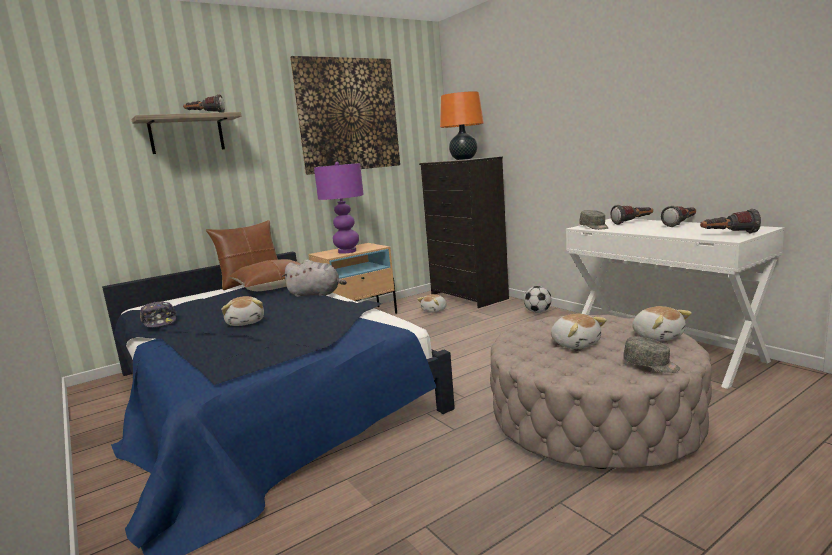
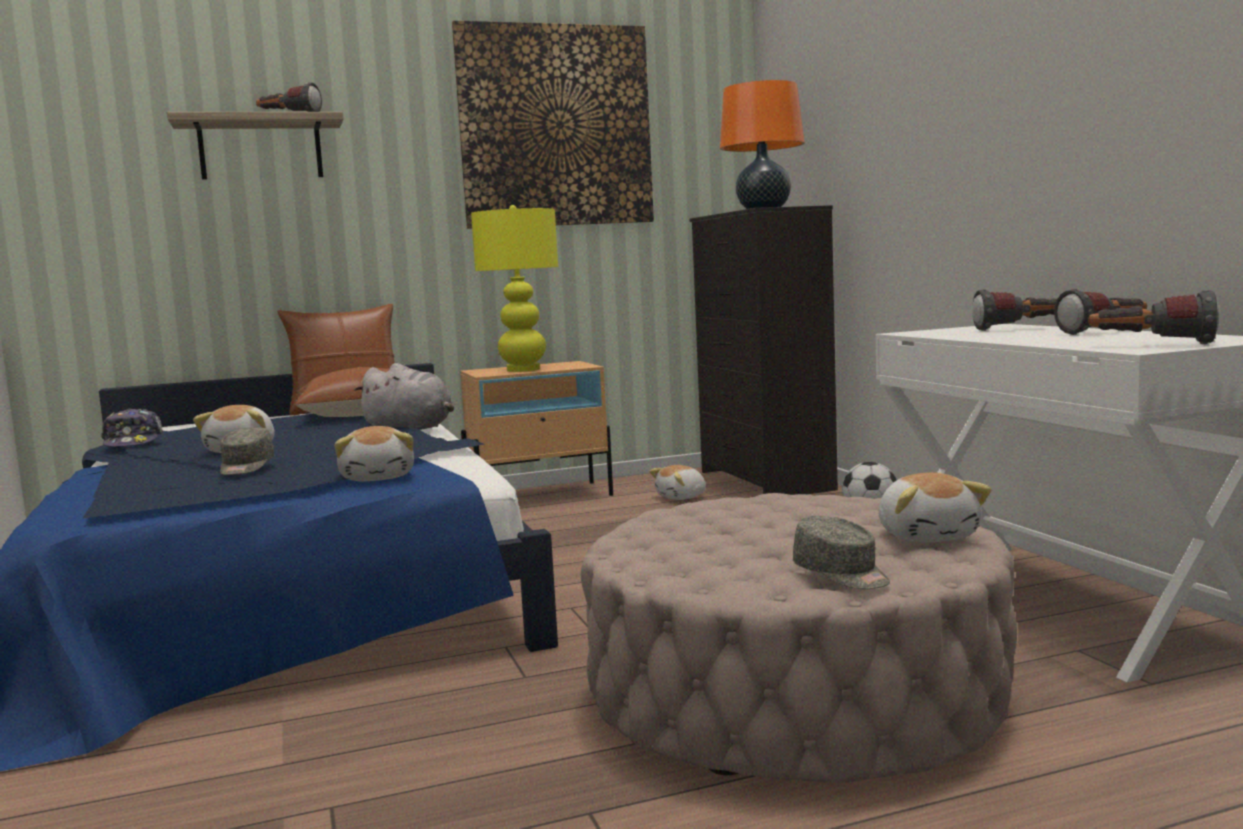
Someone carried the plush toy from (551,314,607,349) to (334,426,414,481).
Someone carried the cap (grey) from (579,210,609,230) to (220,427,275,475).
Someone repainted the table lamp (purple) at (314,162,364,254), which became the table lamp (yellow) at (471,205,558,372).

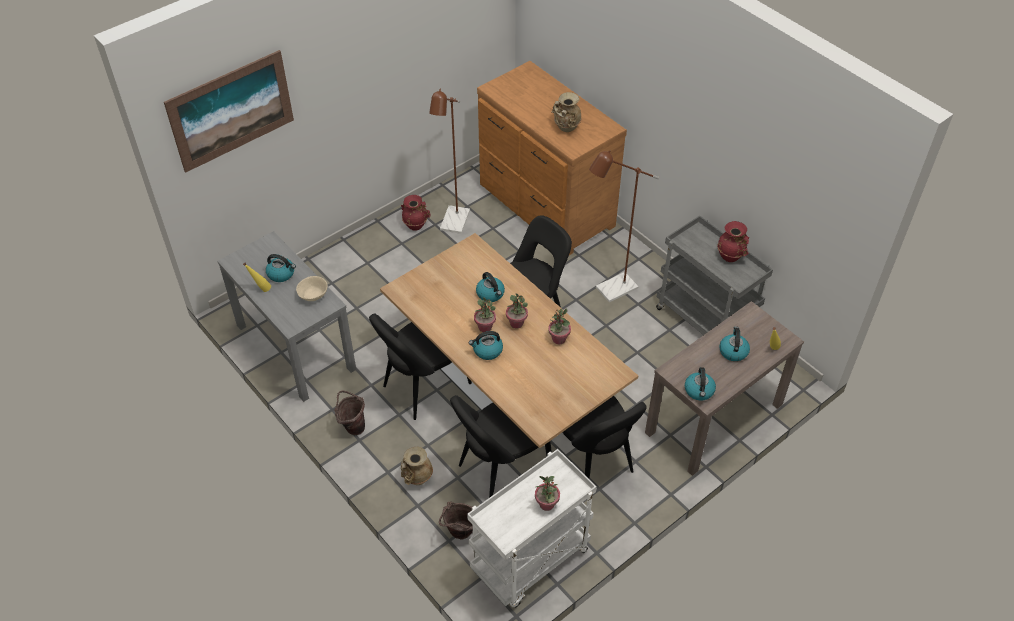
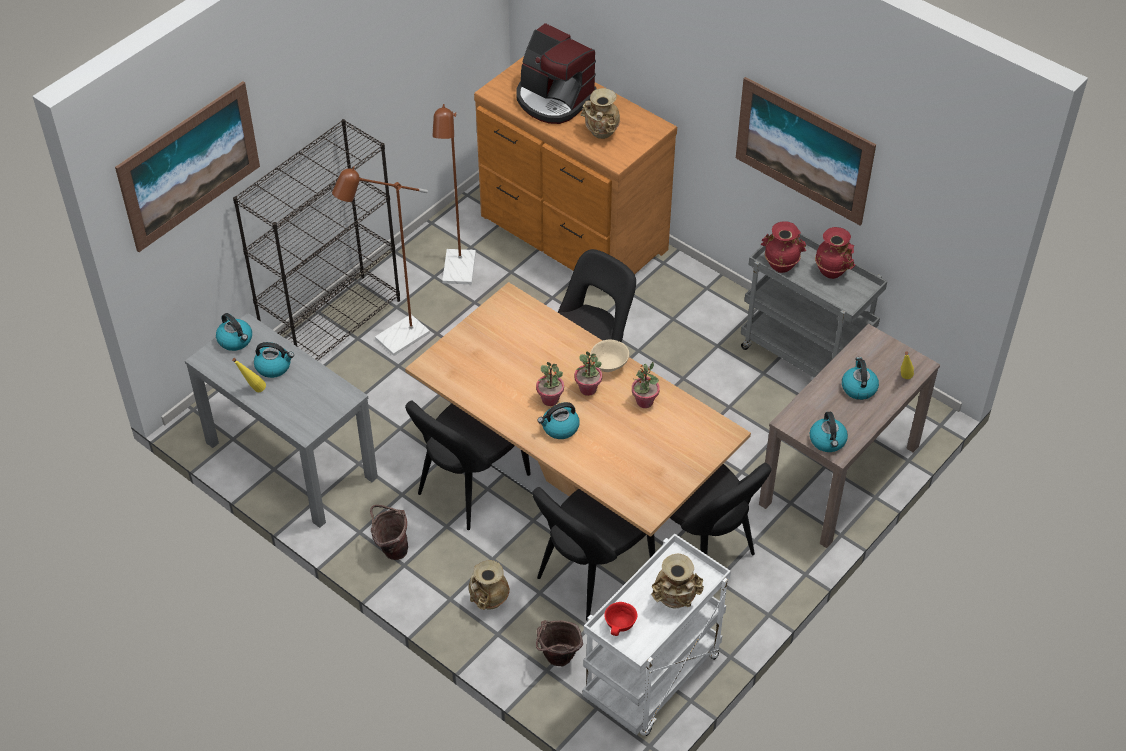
Someone put down the bookcase (black) at (233,119,400,361).
Someone put down the coffee machine at (517,23,597,124).
Someone put down the bowl (red) at (604,602,638,636).
Someone put up the picture at (736,77,876,225).
Someone carried the bowl (beige) from (296,276,328,301) to (590,339,629,372).
Someone carried the vase (red) from (401,195,430,231) to (761,221,806,273).
Someone carried the kettle from (476,272,505,302) to (216,313,252,351).
Someone carried the floor lamp (brown) from (589,150,659,302) to (332,166,430,356).
Someone swapped the potted plant at (535,476,560,511) for the vase (beige) at (651,554,704,609).

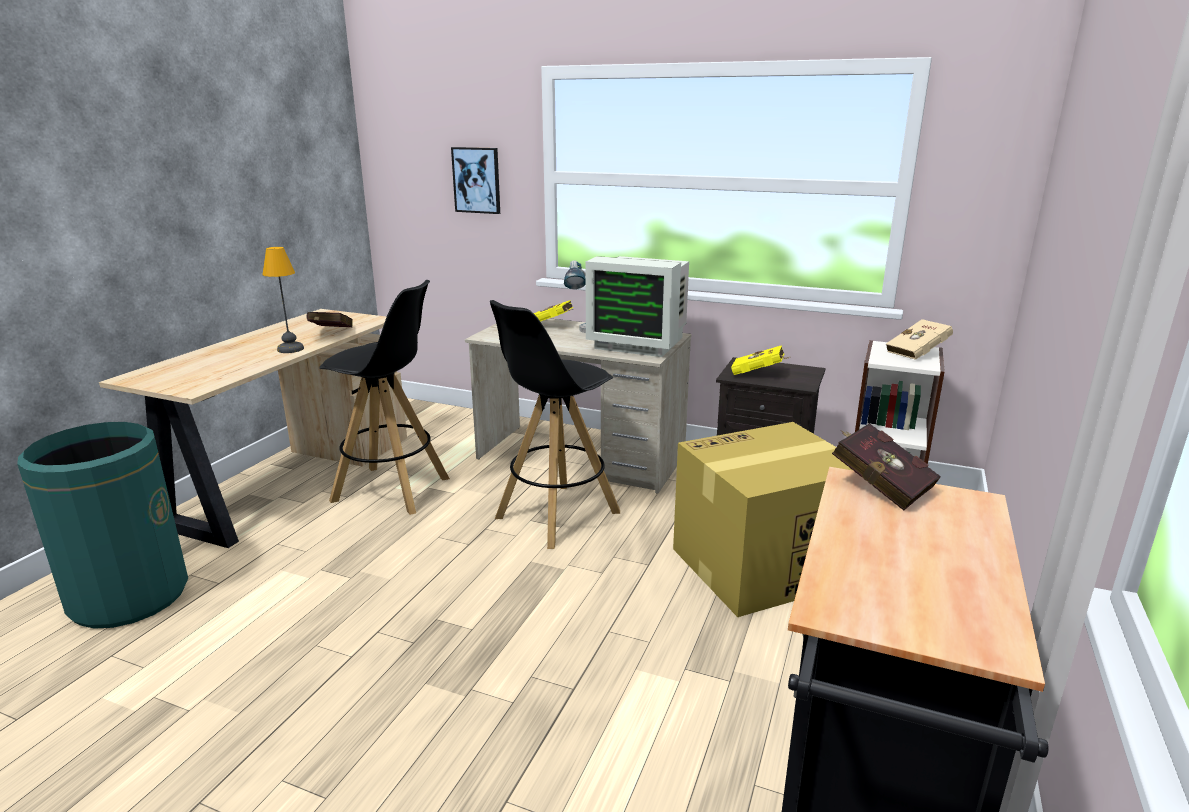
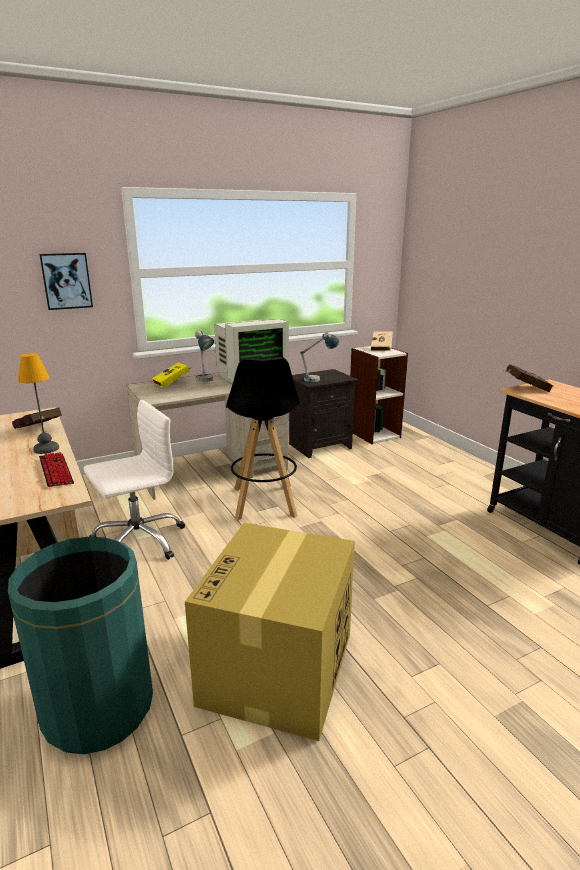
Someone put down the keyboard at (39,452,74,487).
Someone carried the cardboard box from (673,422,852,617) to (185,523,355,741).
Someone swapped the stool (black) at (319,280,450,515) for the office chair (white) at (84,400,185,560).
Someone swapped the book (yellow) at (731,345,789,375) for the table lamp at (300,332,339,382).

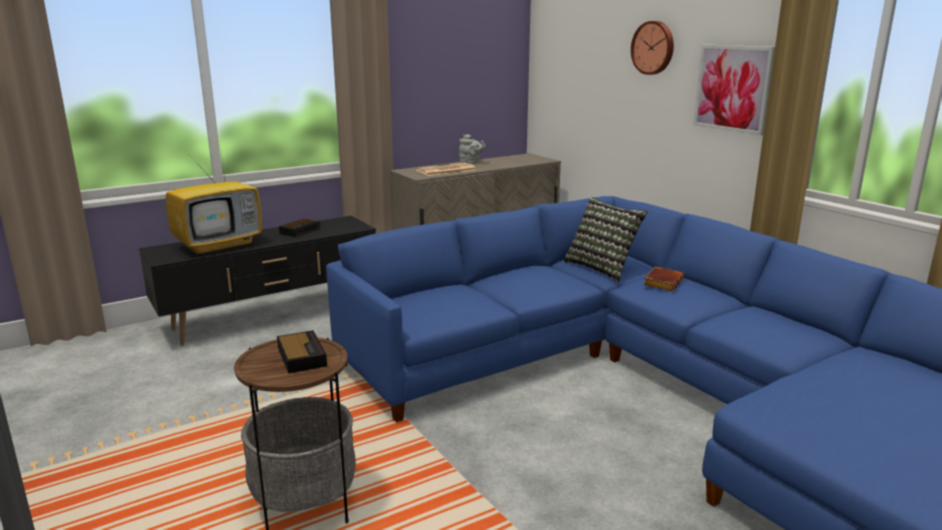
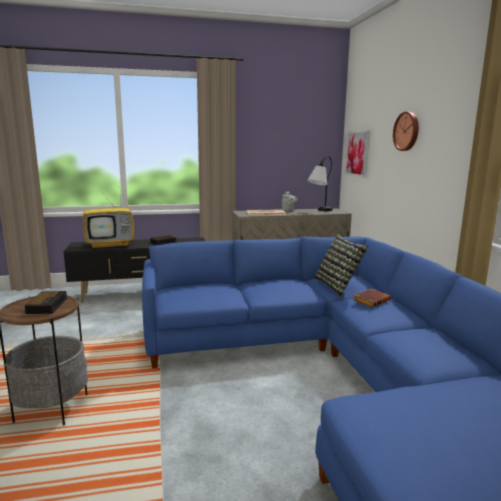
Someone put down the table lamp at (307,156,333,211).
Someone carried the picture from (693,45,775,136) to (345,130,370,178).

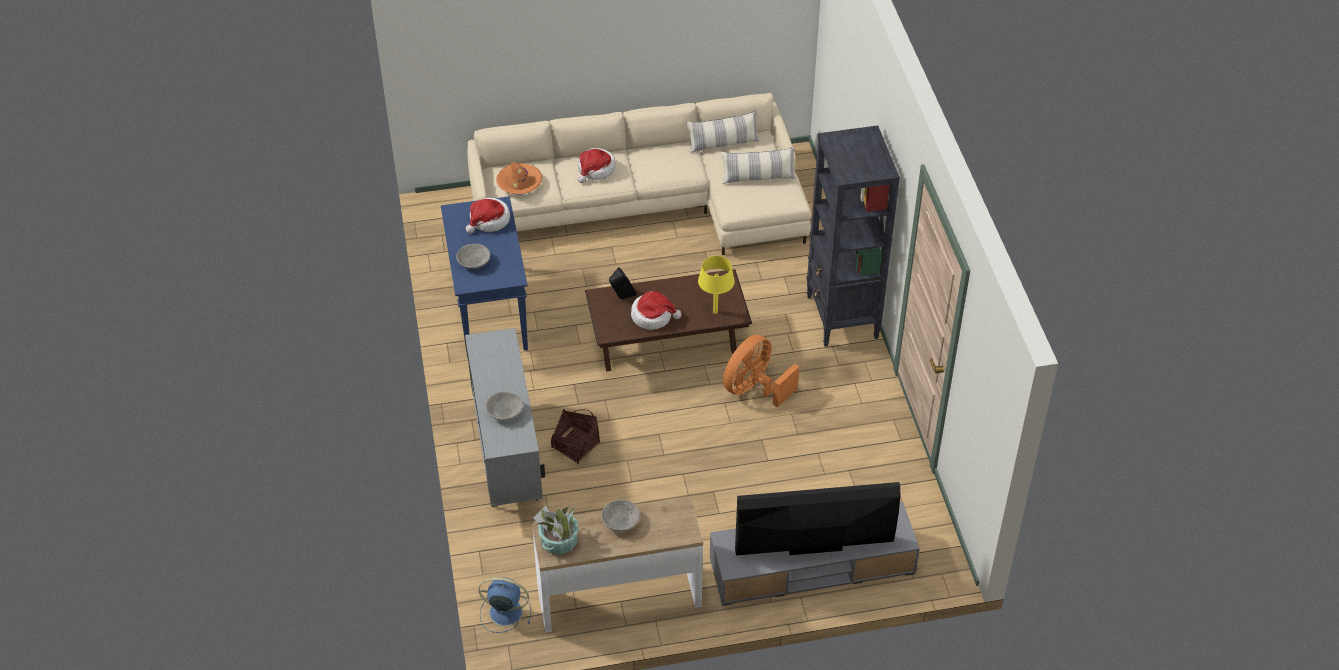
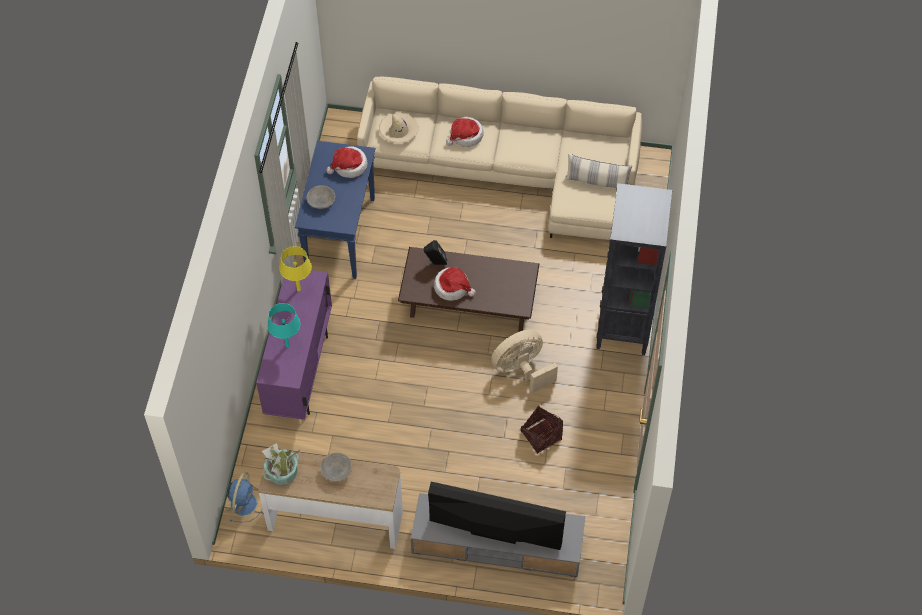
Someone took away the pillow at (687,110,759,153).
Someone carried the basket from (551,409,600,464) to (521,405,563,454).
Someone carried the table lamp (yellow) from (698,256,735,314) to (279,246,312,291).
Someone swapped the bowl (grey) at (486,392,523,421) for the table lamp (turquoise) at (267,303,300,348).
Someone repainted the cabinet (grey) at (465,328,545,507), which became the cabinet (purple) at (256,270,332,420).
Someone repainted the hat (orange) at (496,162,542,195), which became the hat (beige) at (379,112,418,143).
Someone repainted the fan (orange) at (723,335,799,408), which became the fan (beige) at (491,329,558,393).
Someone rotated the fan (blue) at (479,577,531,633) by 75 degrees clockwise.

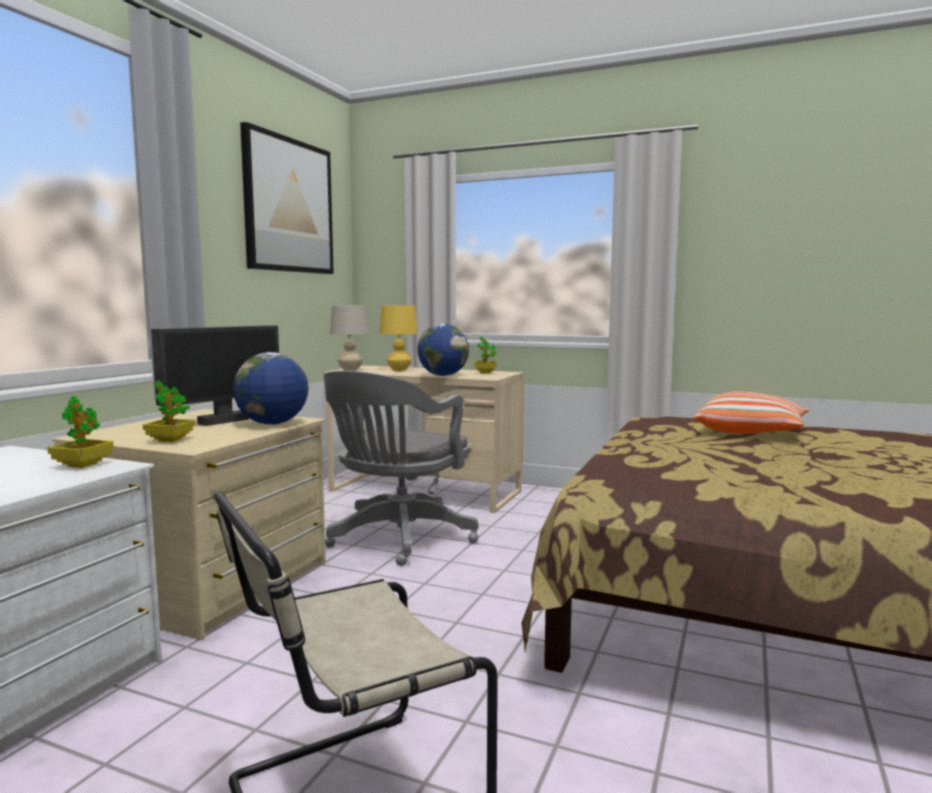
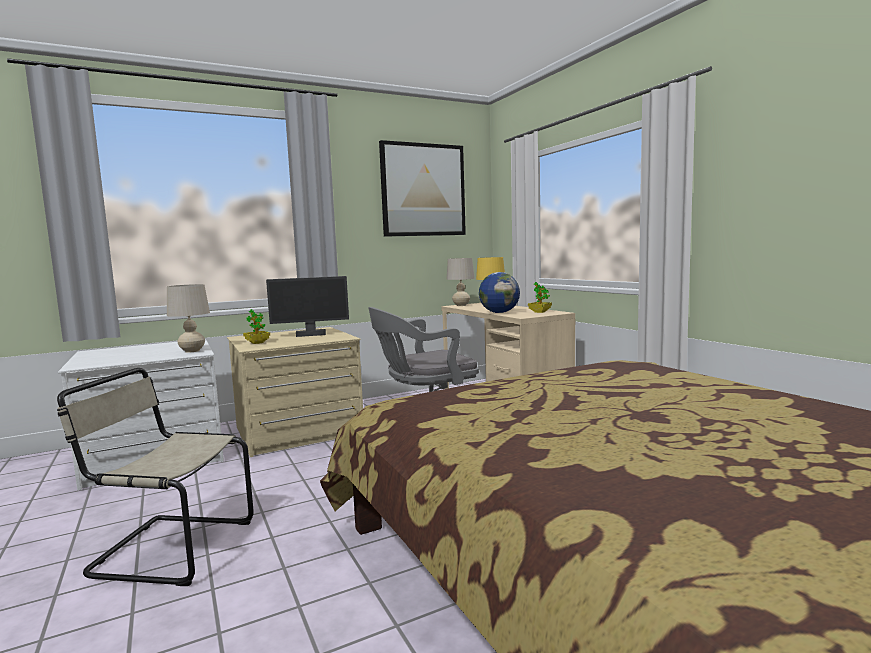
Someone took away the globe at (233,352,308,425).
Someone took away the pillow at (694,391,809,434).
Someone swapped the potted plant at (47,396,114,468) for the table lamp (beige) at (167,284,210,353).

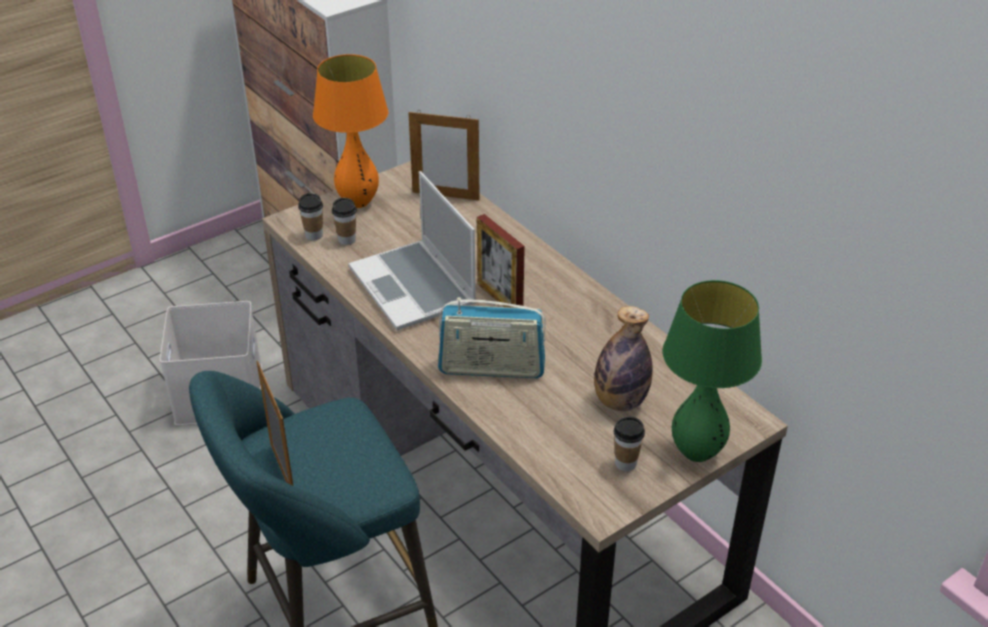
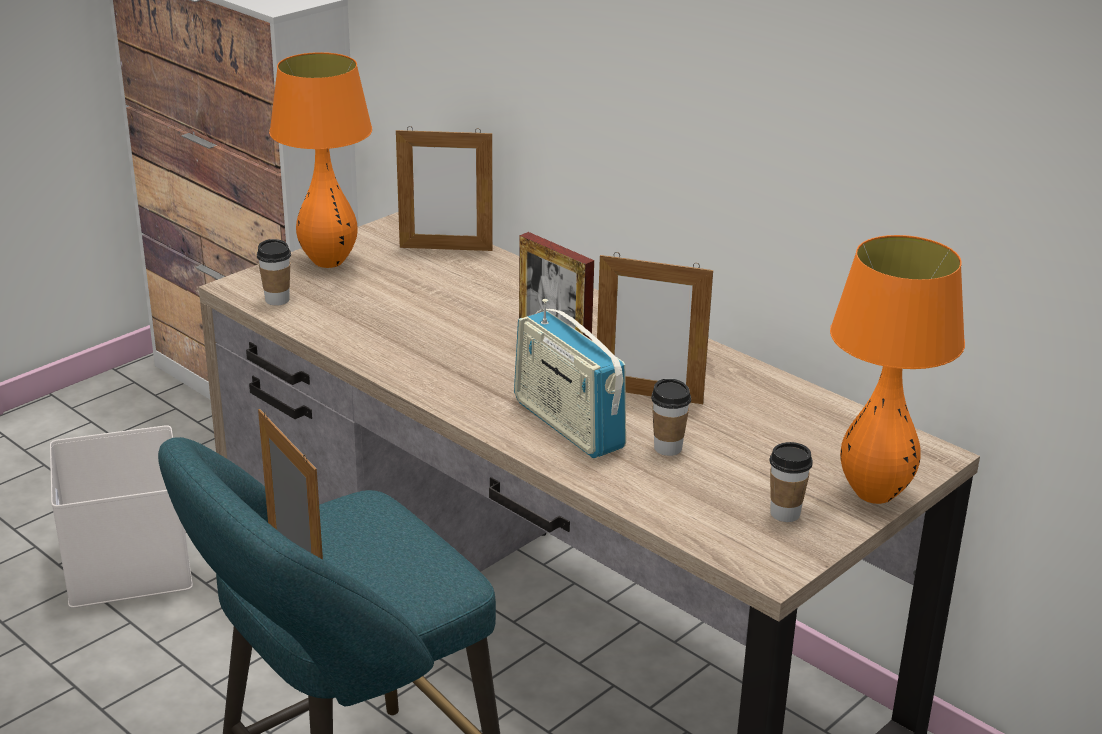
Someone took away the laptop at (349,171,477,331).
Someone took away the bottle at (594,306,653,411).
Someone put down the picture frame at (597,252,713,404).
Someone carried the cup from (332,198,357,245) to (651,379,691,456).
Someone repainted the table lamp (green) at (662,280,762,462), which became the table lamp (orange) at (830,235,965,504).
Someone rotated the radio at (438,297,546,378) by 60 degrees clockwise.

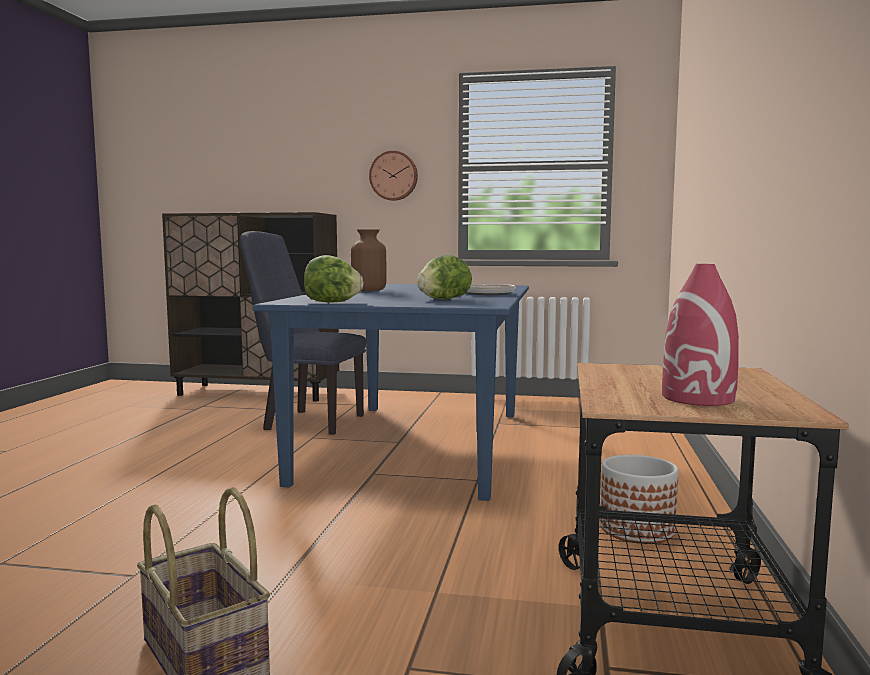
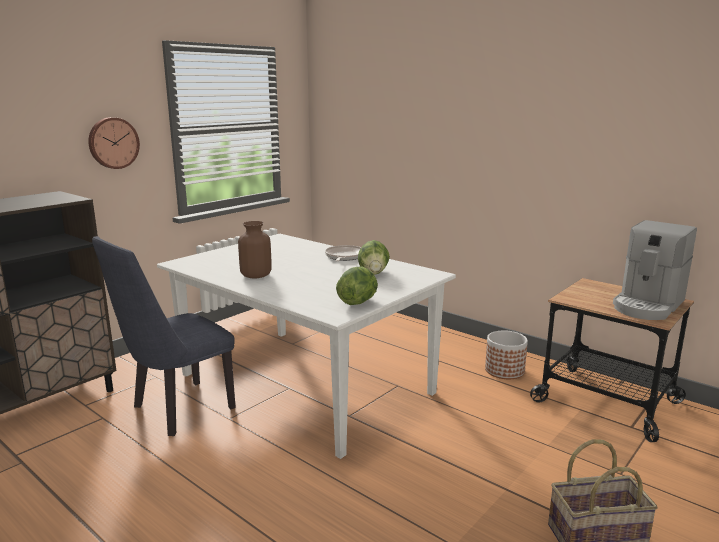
Someone swapped the vase (red) at (662,264,739,406) for the coffee machine at (613,220,697,320).
Someone repainted the dining table (blue) at (253,284,529,501), which became the dining table (white) at (157,234,456,459).

